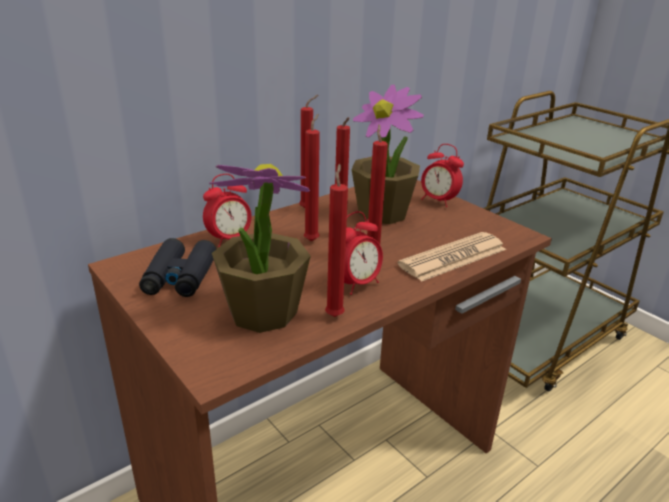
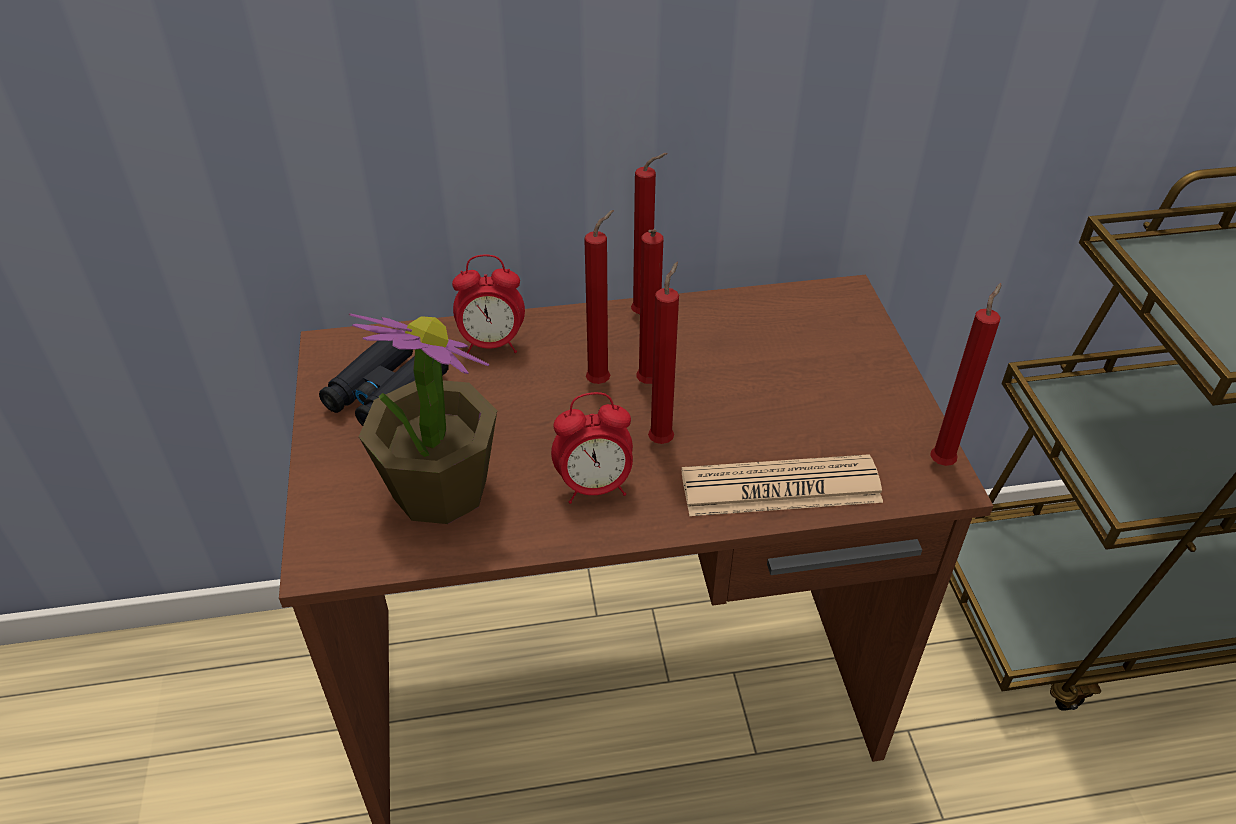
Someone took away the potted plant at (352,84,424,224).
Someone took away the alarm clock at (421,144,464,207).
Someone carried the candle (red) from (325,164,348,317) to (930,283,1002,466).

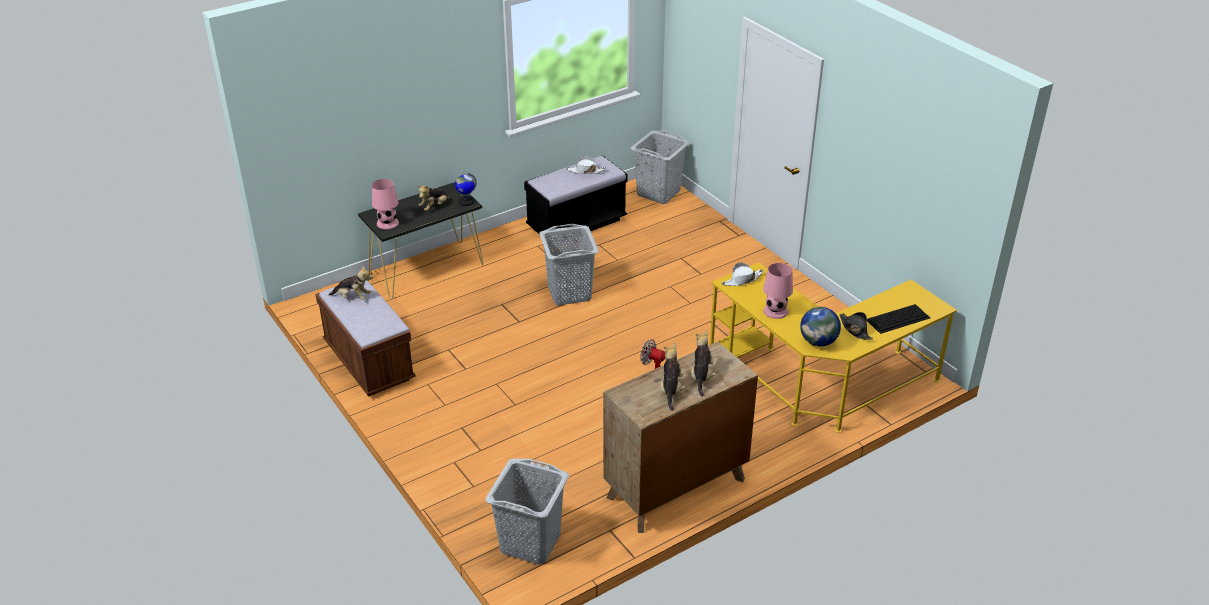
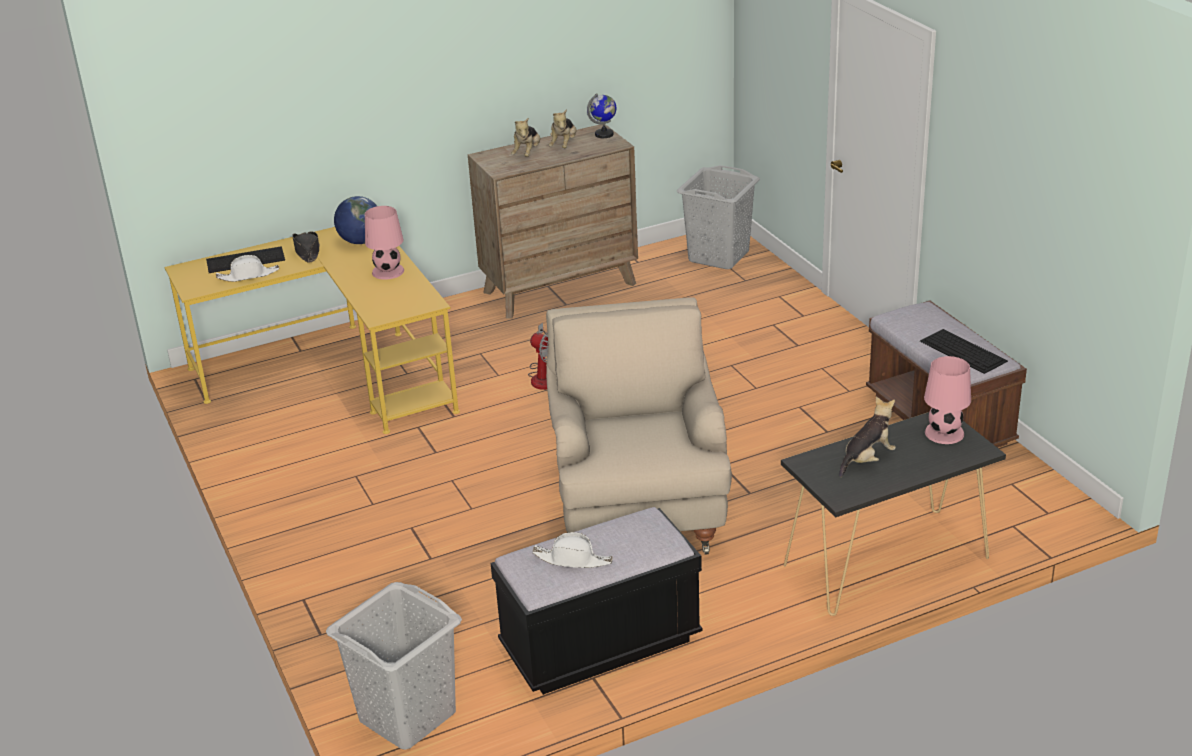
Someone carried the globe from (455,173,477,206) to (587,93,616,138).
Someone carried the hat (white) from (722,263,764,286) to (216,255,279,282).
Someone swapped the plush toy at (329,265,373,300) for the keyboard at (920,329,1008,374).
Someone swapped the laundry basket (grey) at (539,224,599,305) for the armchair (beige) at (546,297,732,555).

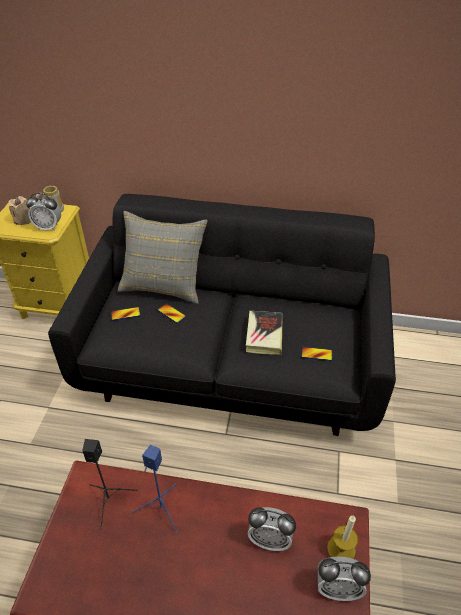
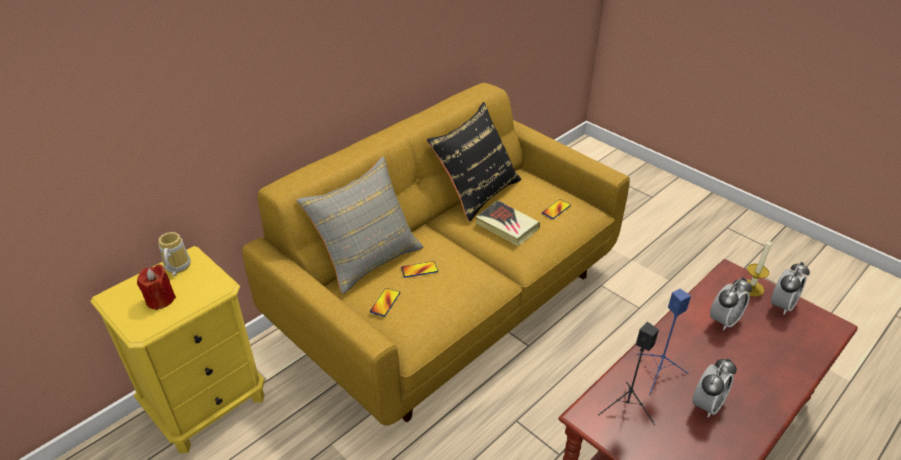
Someone put down the pillow (black) at (426,102,521,222).
Someone carried the alarm clock from (26,193,61,231) to (692,358,737,418).
Someone repainted the candle (beige) at (8,196,31,225), which became the candle (red) at (137,265,176,310).
Someone repainted the sofa (black) at (48,194,396,436), which became the sofa (yellow) at (242,83,630,426).

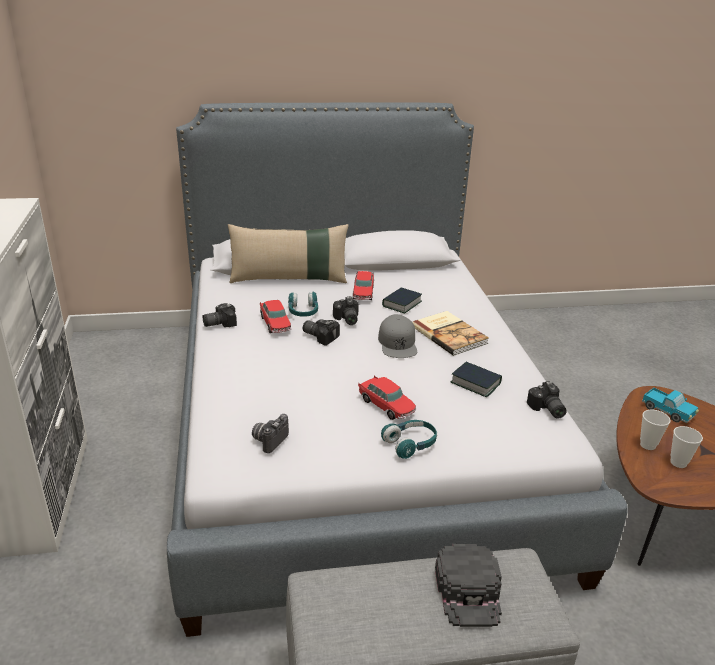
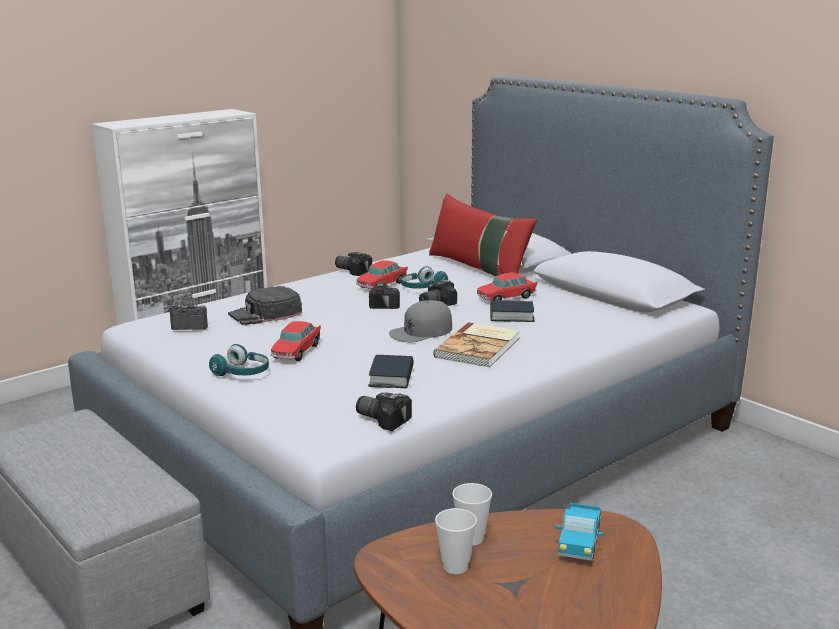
Someone carried the cap (black) from (435,544,502,627) to (228,286,302,325).
Someone repainted the pillow (beige) at (228,224,349,283), which became the pillow (red) at (429,194,537,276).
Someone rotated the photo camera at (527,381,567,419) by 75 degrees clockwise.

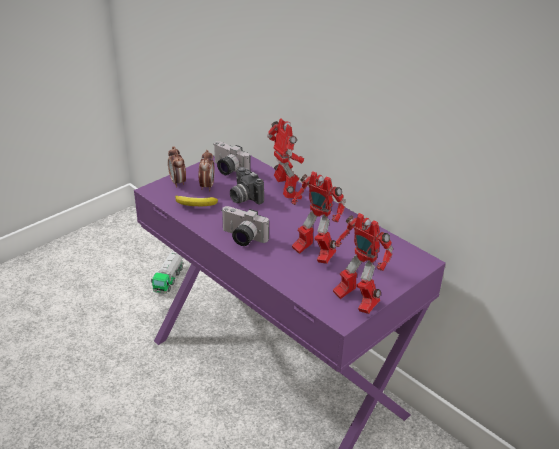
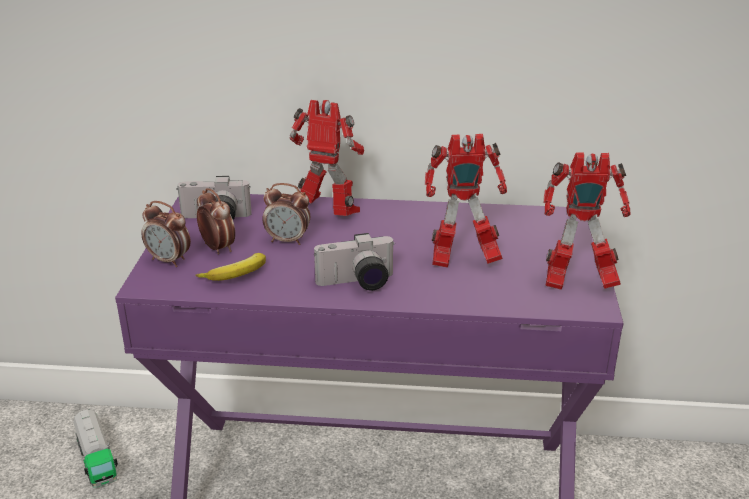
Someone swapped the photo camera at (230,167,264,205) for the alarm clock at (262,183,310,245).

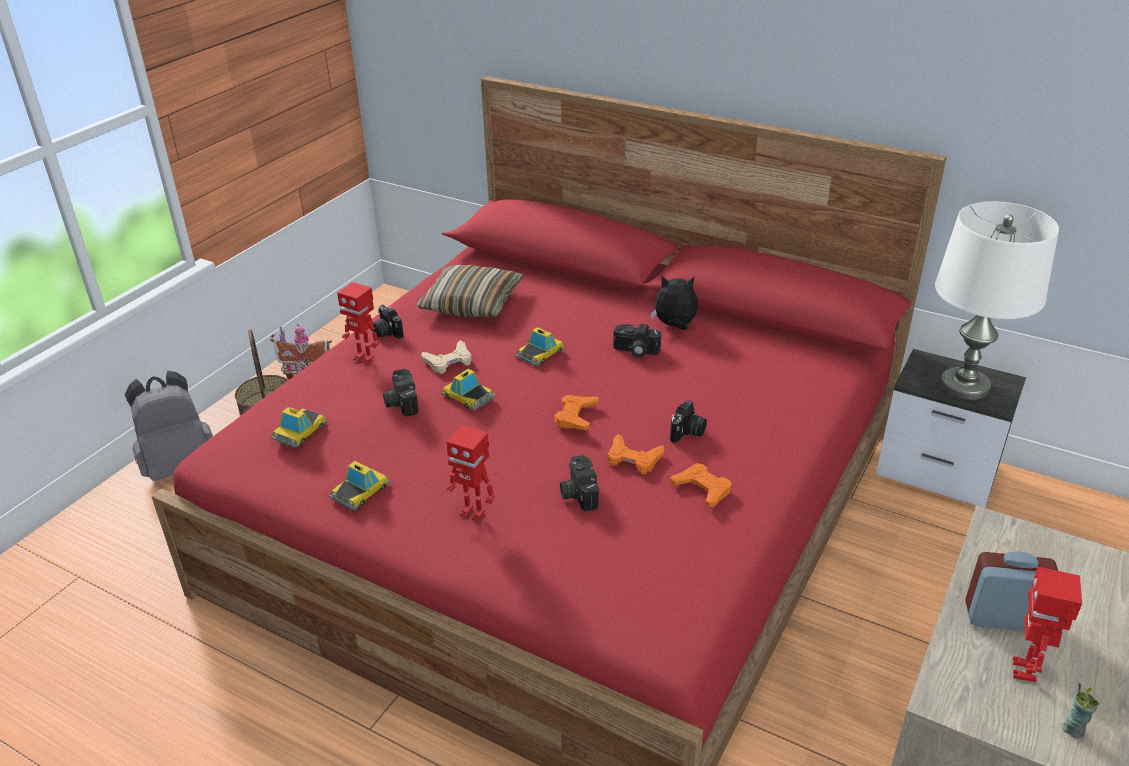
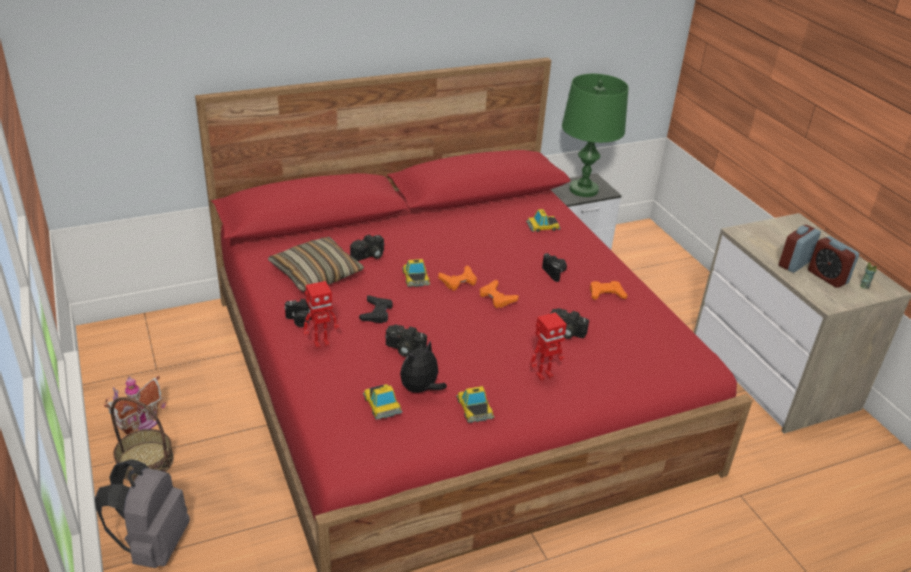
Someone carried the toy car from (441,369,496,410) to (526,209,560,232).
Someone carried the game controller (orange) from (608,434,664,474) to (438,265,477,290).
Someone carried the photo camera from (613,324,661,357) to (350,234,384,261).
Someone carried the plush toy from (650,275,698,330) to (400,340,447,395).
Someone swapped the toy robot at (1013,567,1082,682) for the alarm clock at (808,236,859,288).
Someone repainted the game controller (beige) at (421,340,472,374), which became the game controller (black) at (359,295,393,323).
Someone repainted the table lamp (white) at (935,201,1059,400), which became the table lamp (green) at (562,74,629,197).

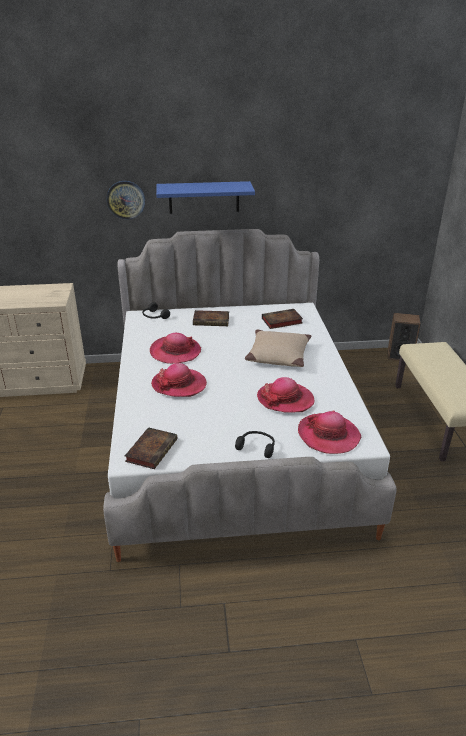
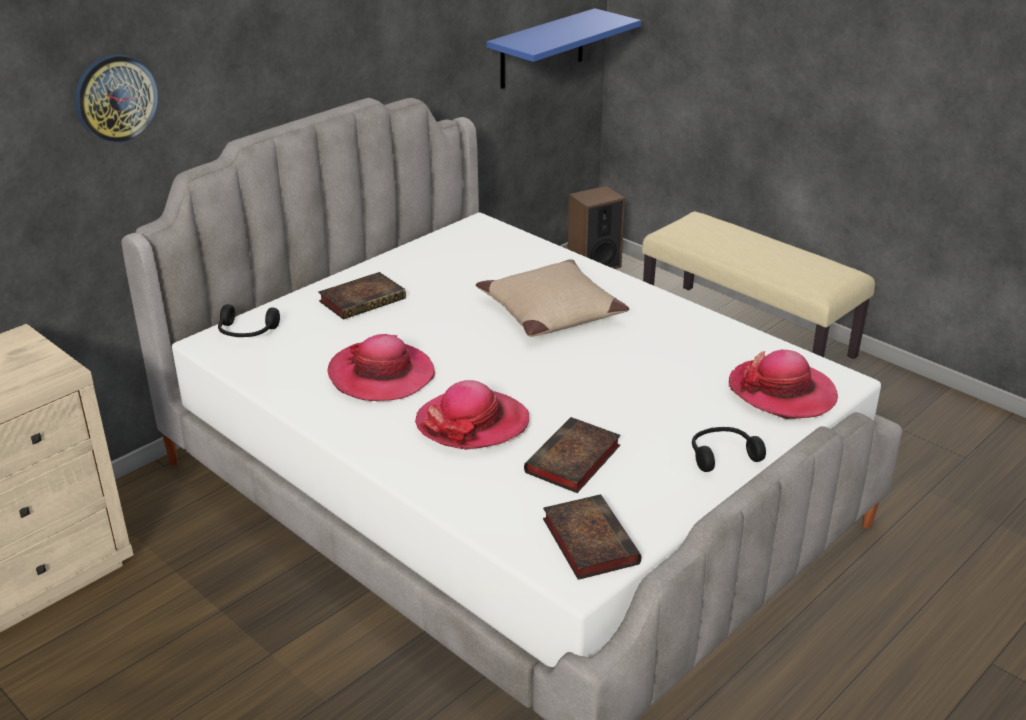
Someone took away the hat at (257,377,314,413).
Someone carried the shelf (blue) from (156,181,255,214) to (486,8,641,89).
Someone carried the book from (262,309,303,329) to (524,417,621,493).

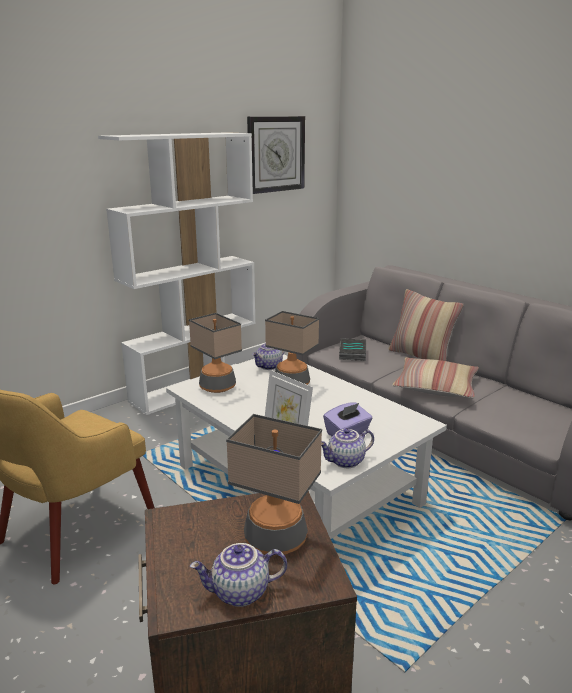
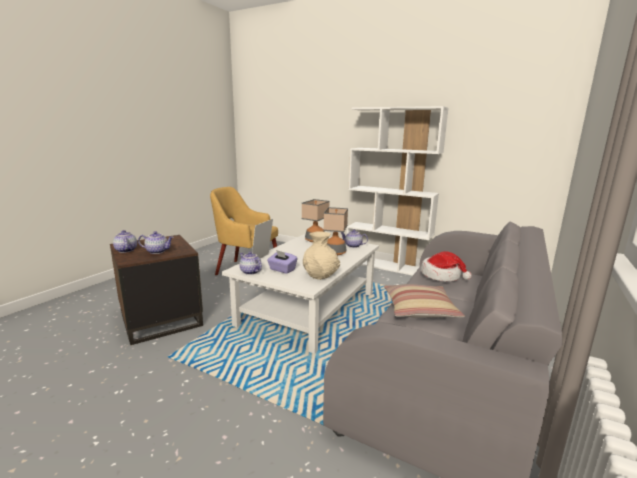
Someone took away the wall clock at (247,116,305,194).
Someone took away the pillow at (389,289,464,361).
Someone put down the vase (beige) at (303,232,340,280).
Someone swapped the table lamp at (226,414,322,554) for the teapot at (138,231,174,254).
Someone swapped the book at (339,338,366,361) for the hat at (421,251,472,281).

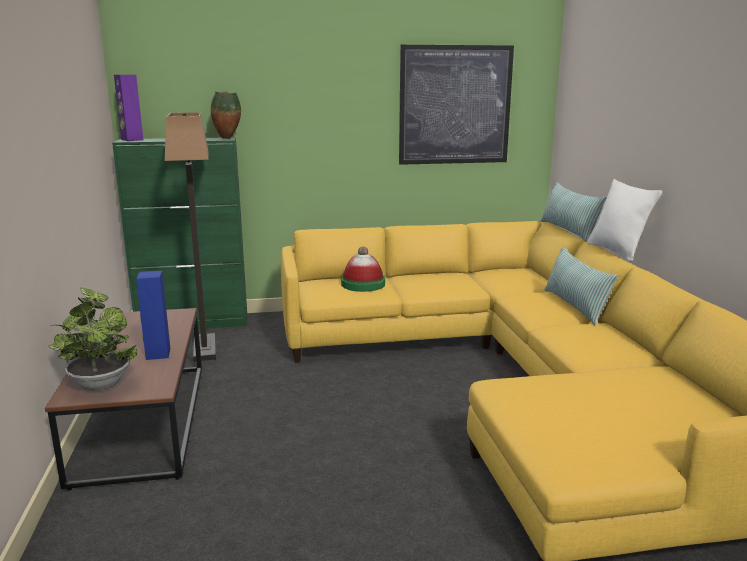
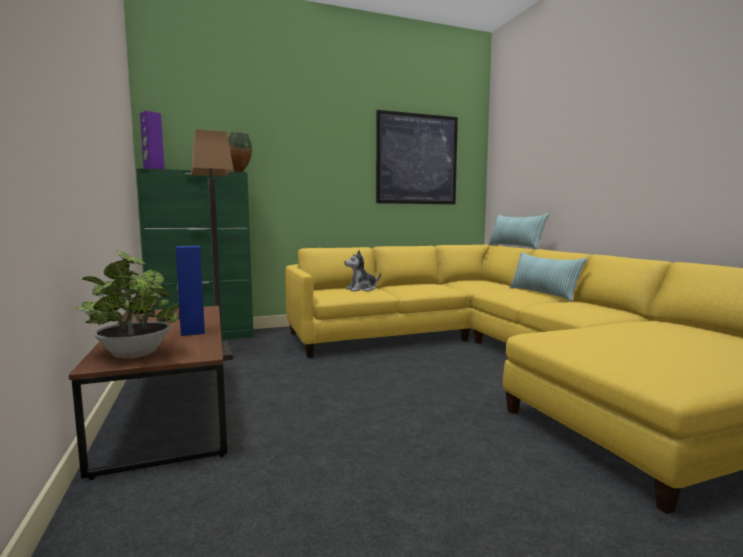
Someone took away the pillow (white) at (587,179,662,262).
Someone swapped the hat at (341,247,385,292) for the plush toy at (345,250,381,292).

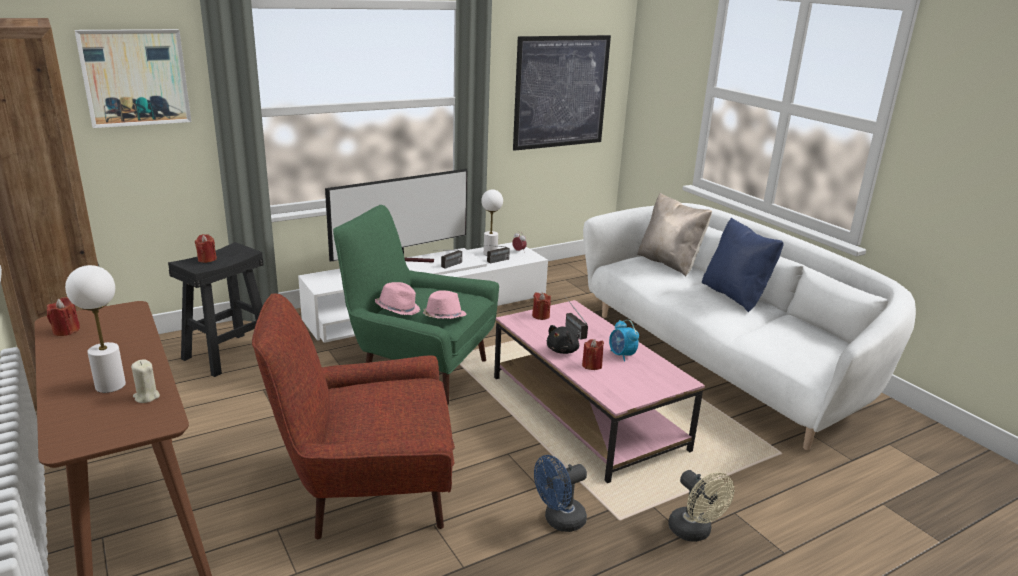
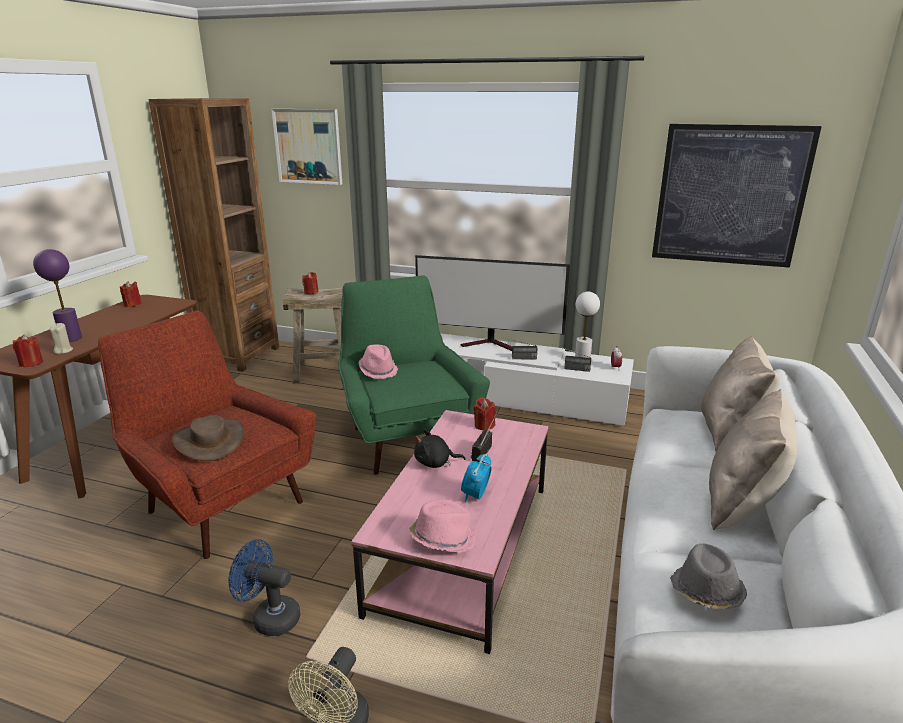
Someone put down the hat (brown) at (172,415,245,461).
Someone put down the hat (grey) at (670,544,747,609).
Someone carried the hat (pink) from (423,290,467,319) to (409,499,476,553).
Someone carried the candle (red) from (582,339,604,370) to (13,334,43,367).
Someone repainted the table lamp (white) at (65,265,126,393), which became the table lamp (purple) at (33,249,82,342).
Someone repainted the stool (black) at (168,242,264,377), which became the stool (beige) at (283,287,343,384).
Someone repainted the pillow (blue) at (702,217,784,312), which became the pillow (beige) at (709,389,798,530).

